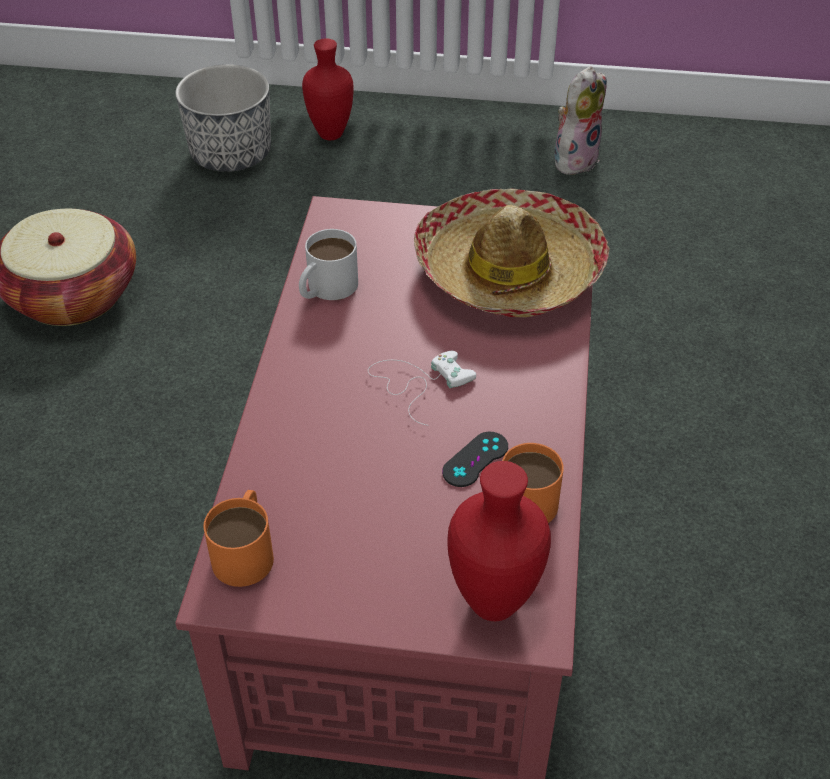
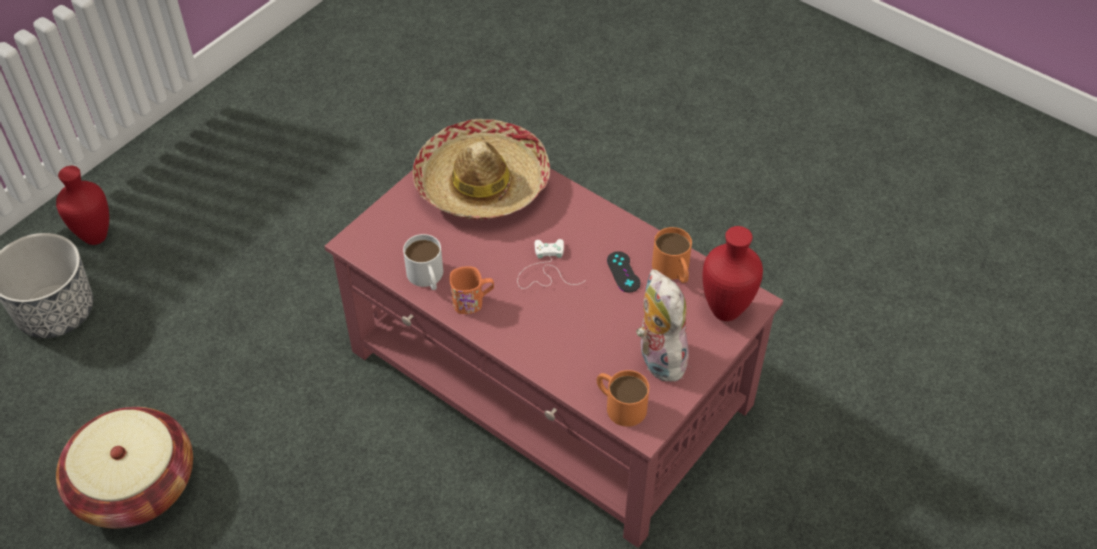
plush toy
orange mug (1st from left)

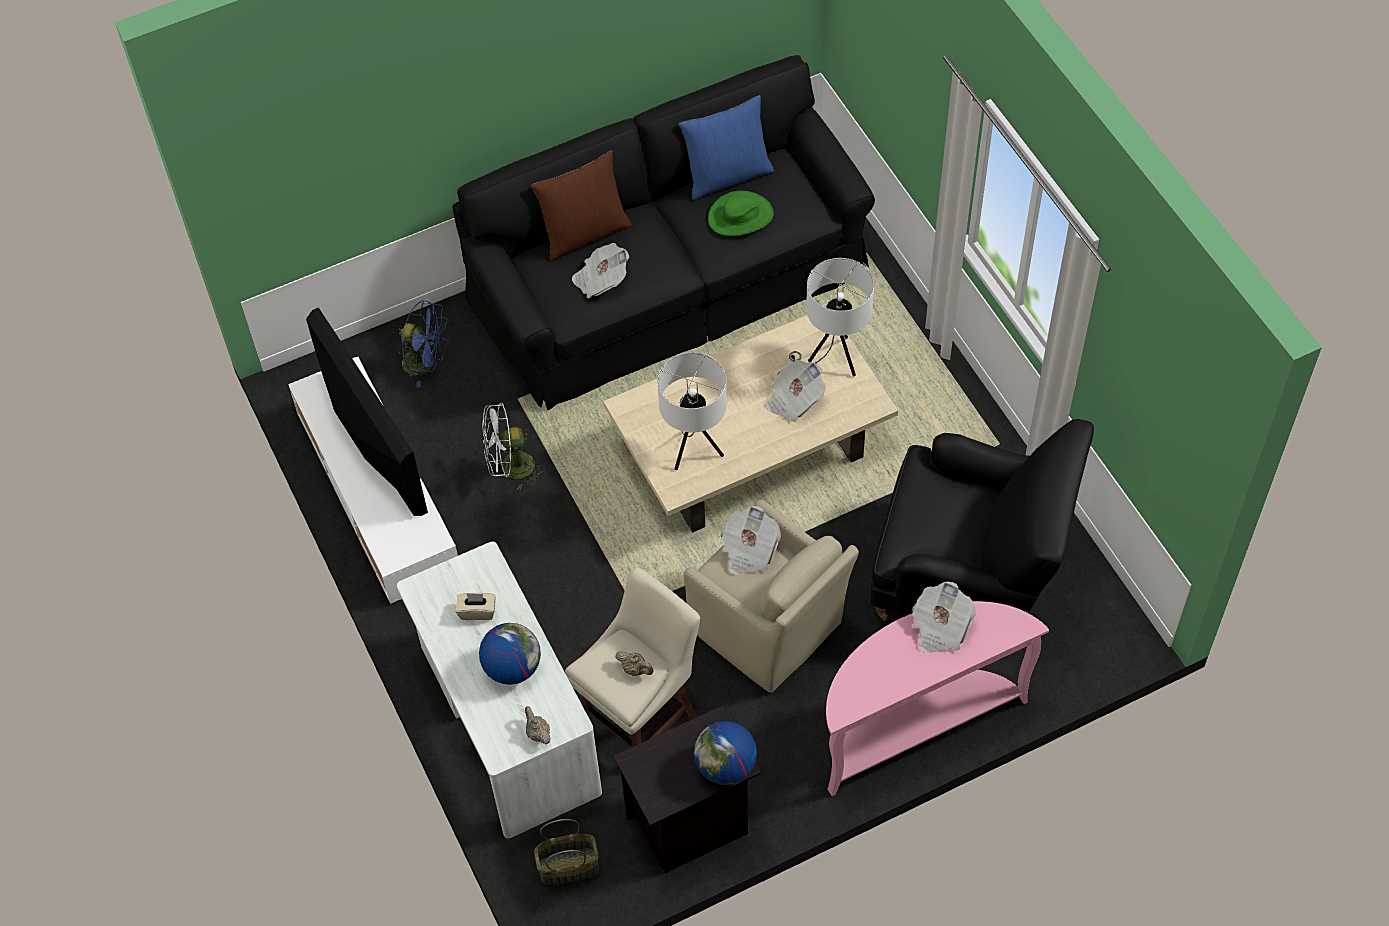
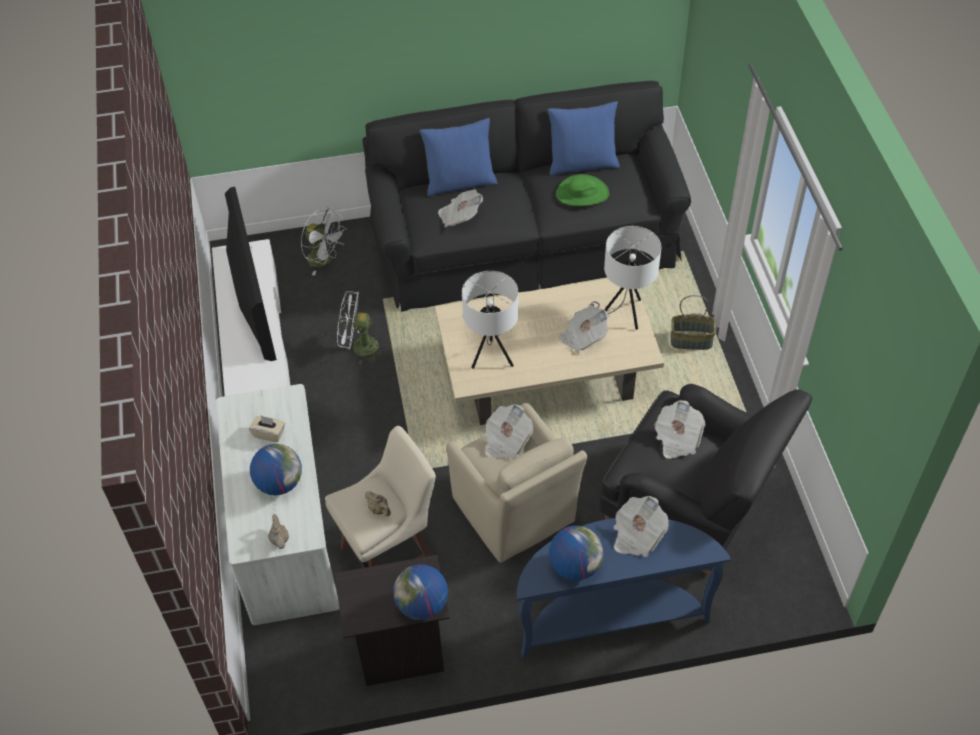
whitish electric fan (1st from left)
blue throw pillow (1st from left)
household basket
blue hall table
desk globe (3rd from left)
daily paper (5th from left)

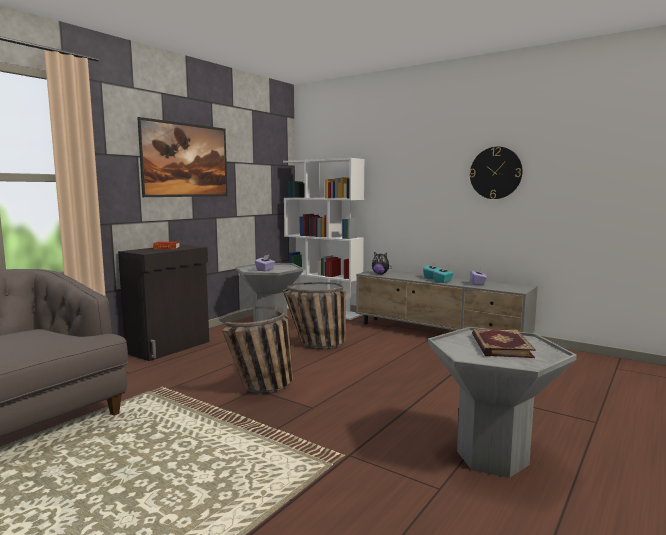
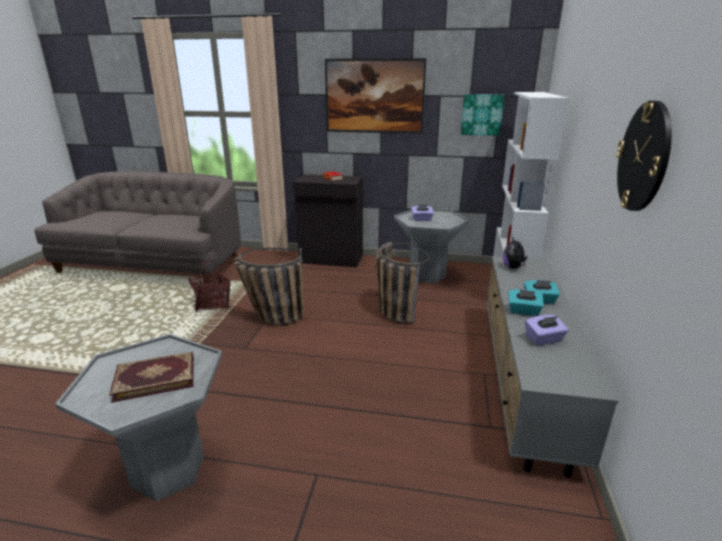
household basket (1st from left)
wall picture (2nd from left)

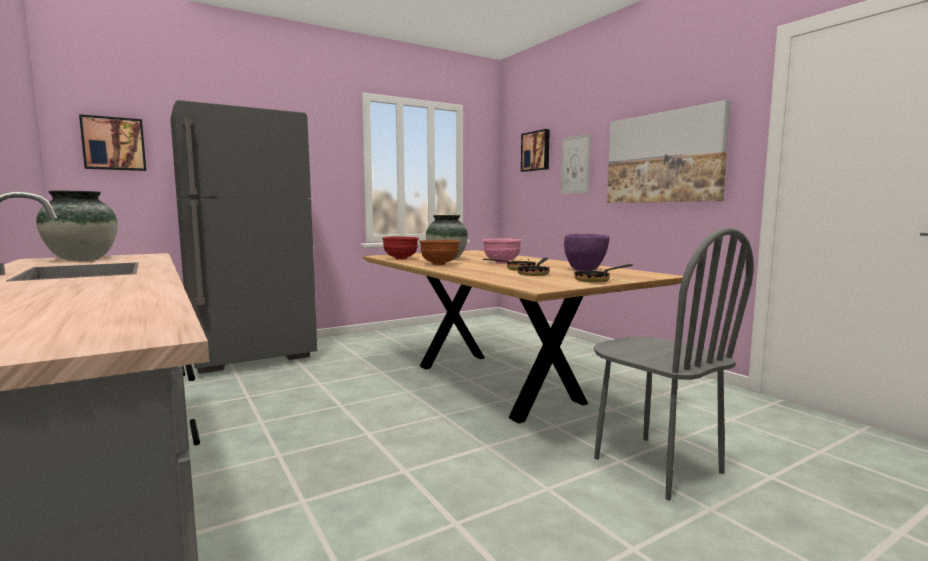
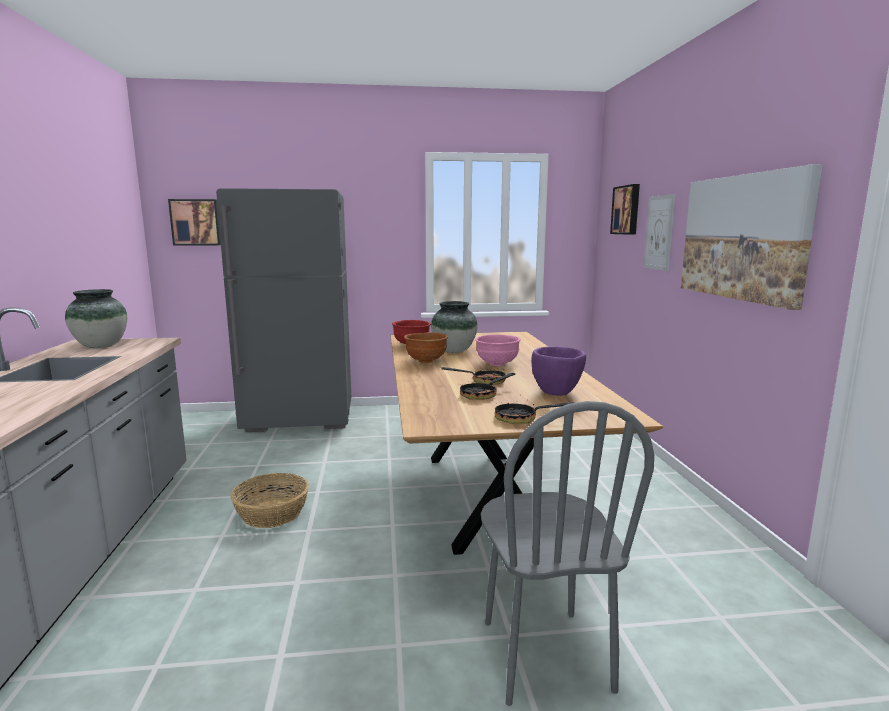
household basket

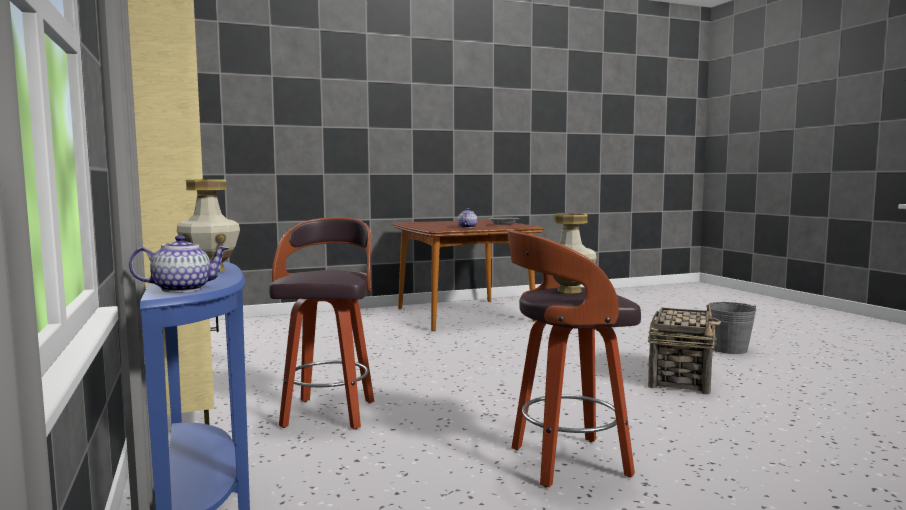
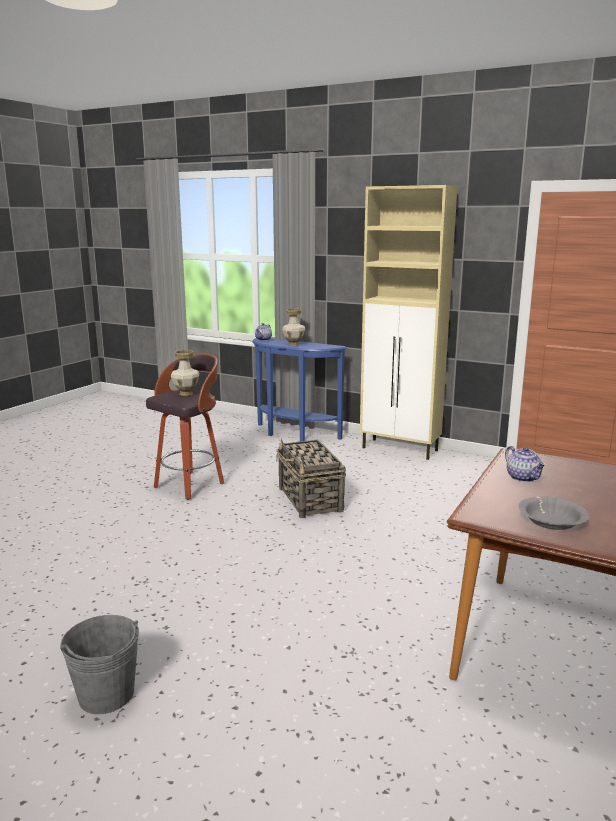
stool seat (1st from left in the first image)
household basket

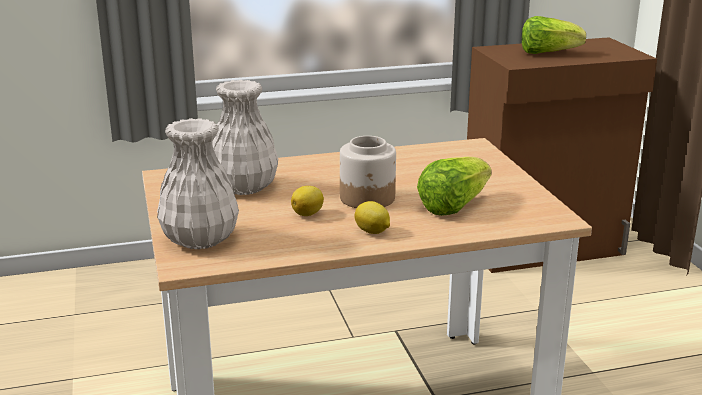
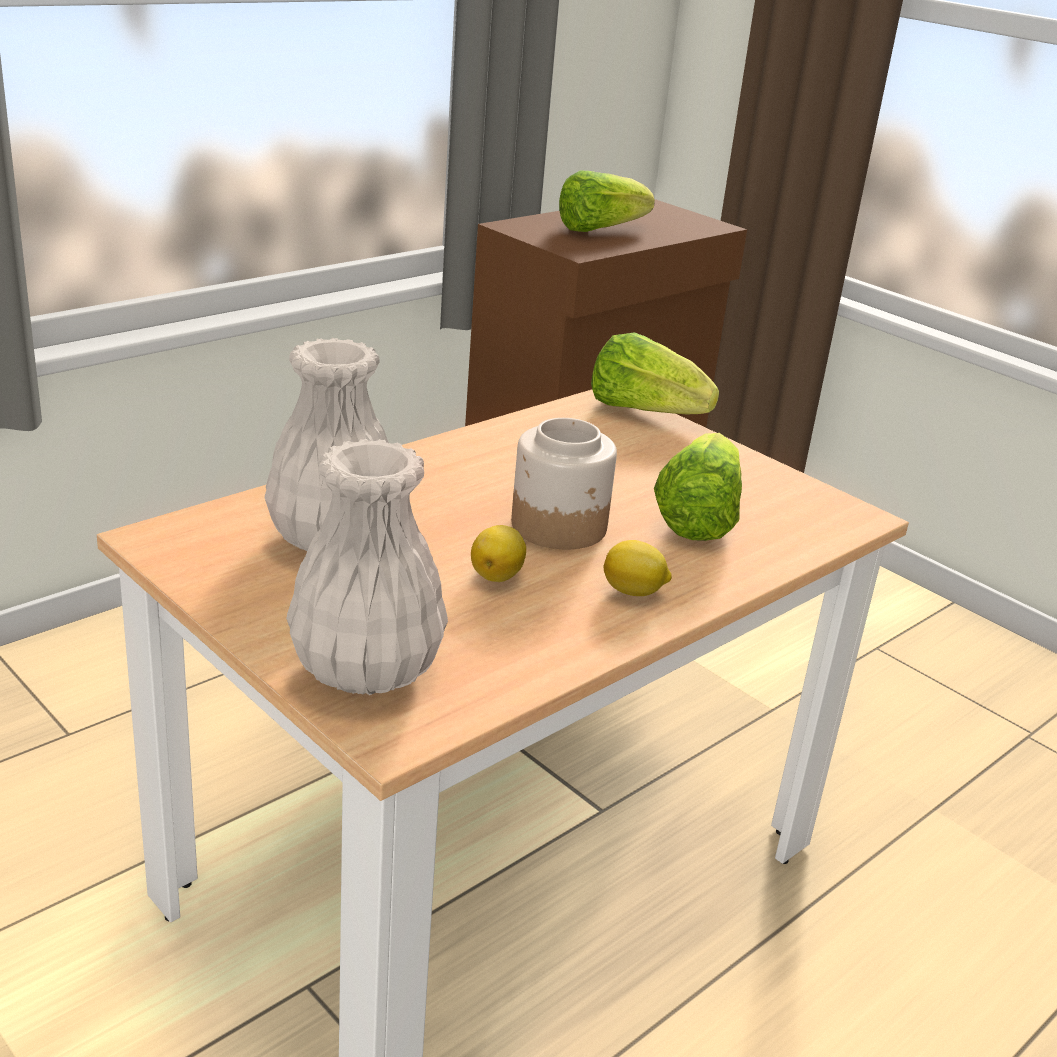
head of lettuce (2nd from left)

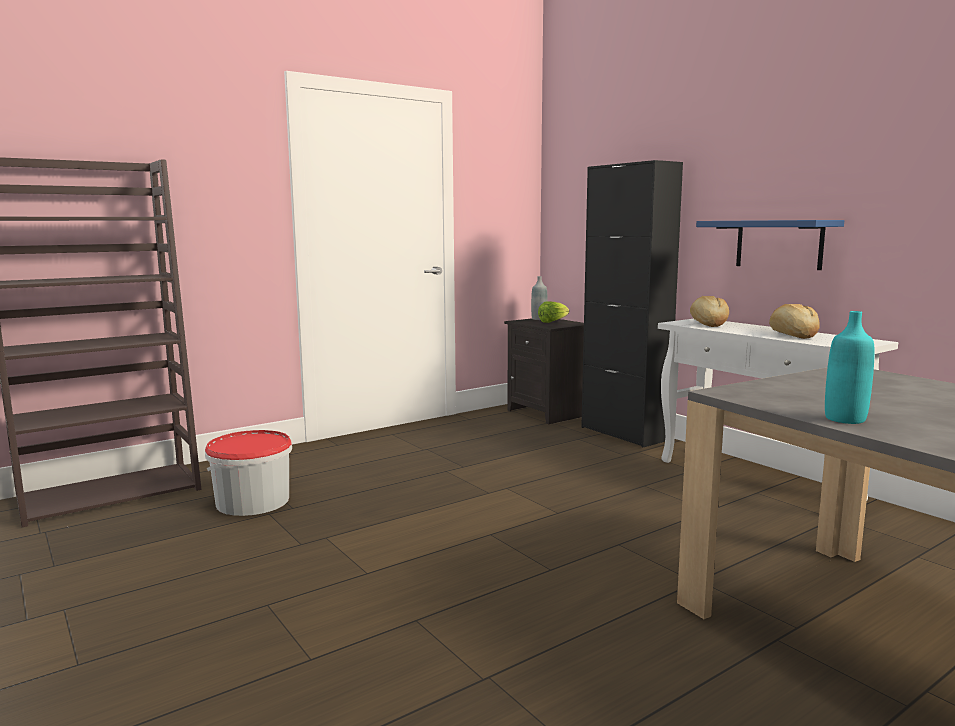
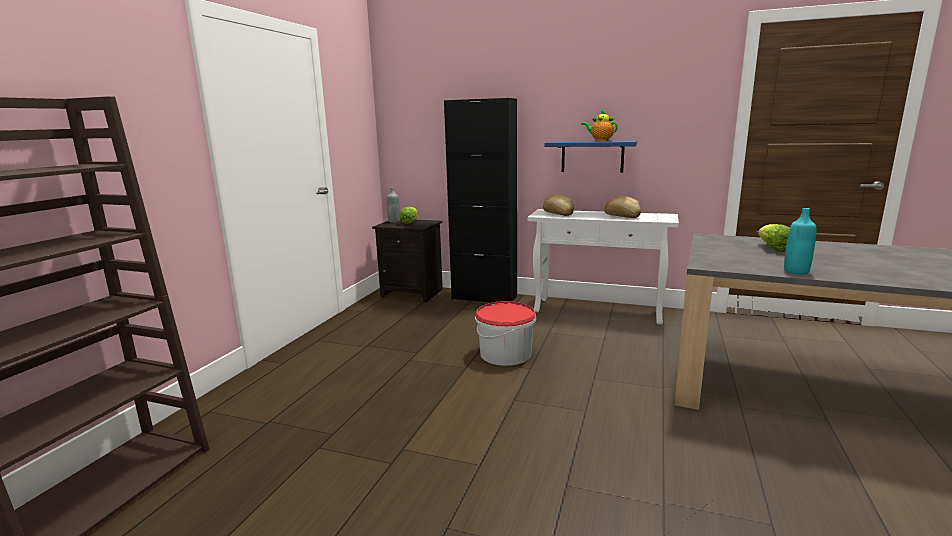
pail
tea pot
head of lettuce (2nd from left)

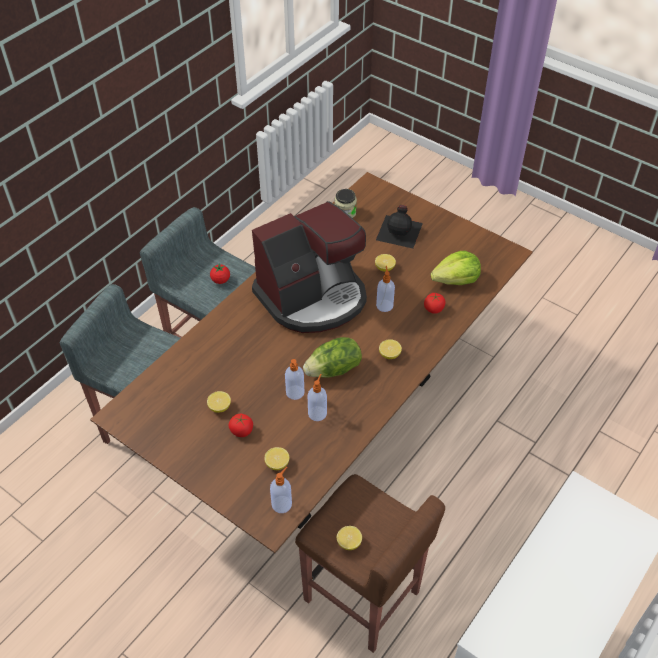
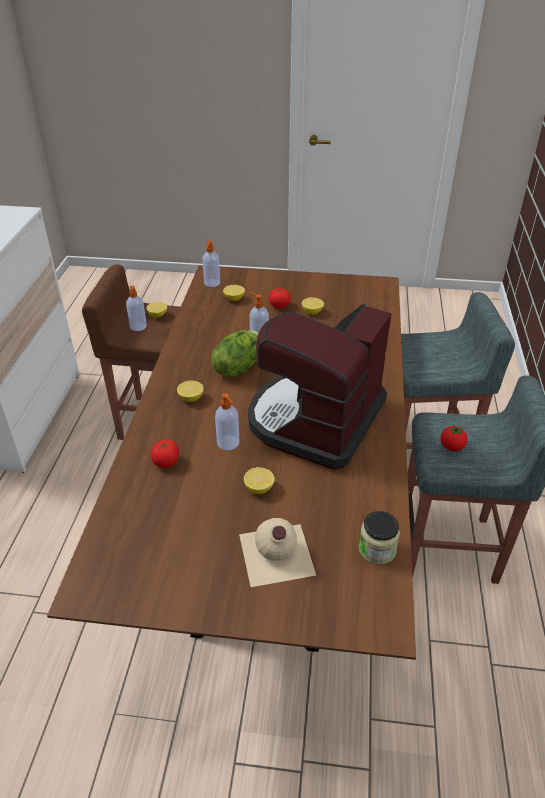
soap dispenser (1st from left)
beige-coloured bottle
head of lettuce (2nd from left in the first image)

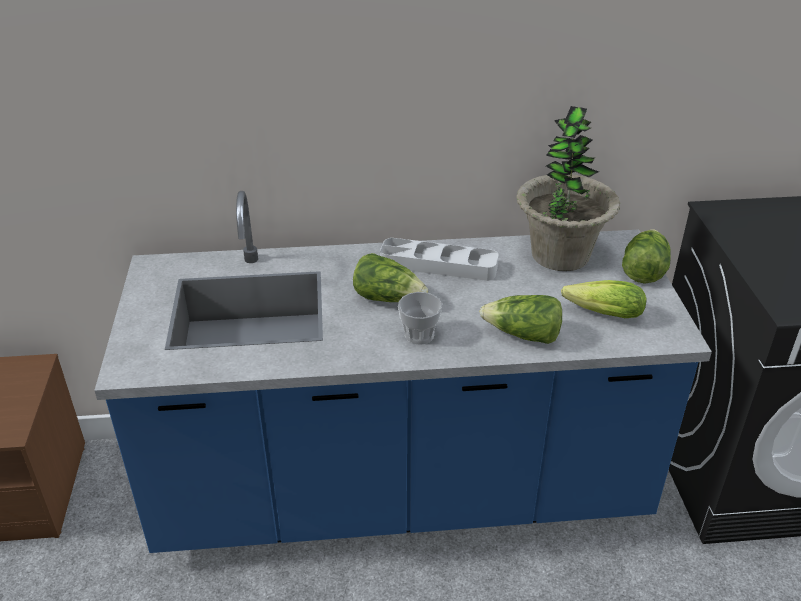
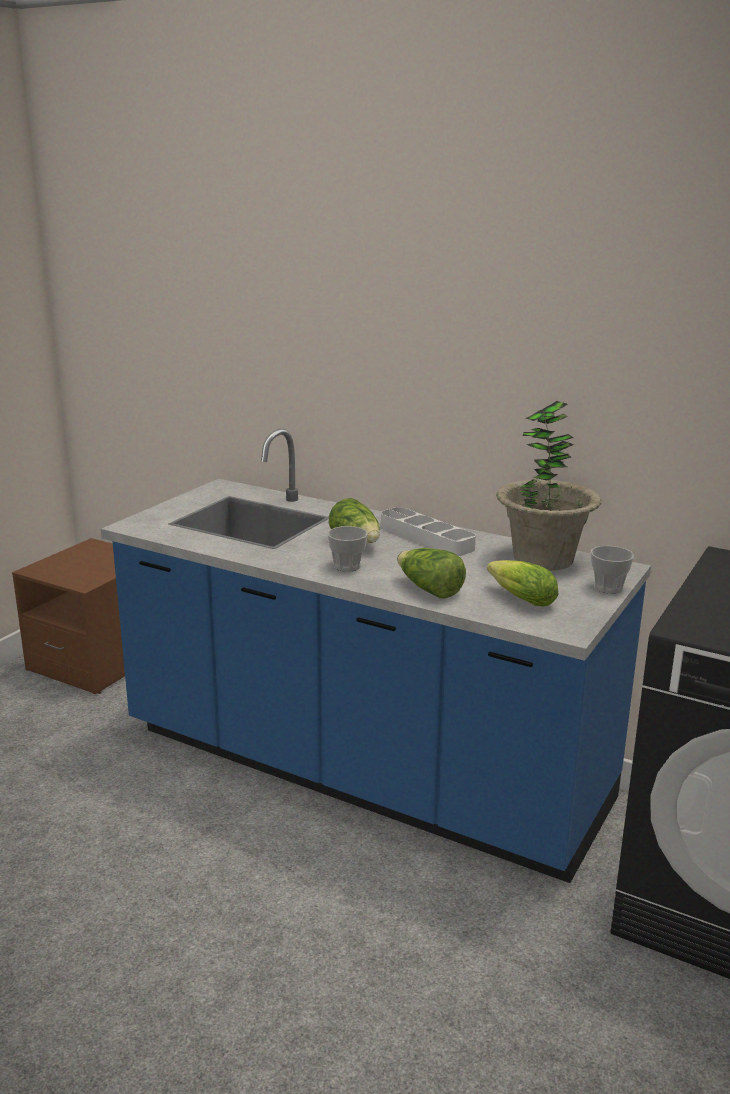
cup (2nd from left)

